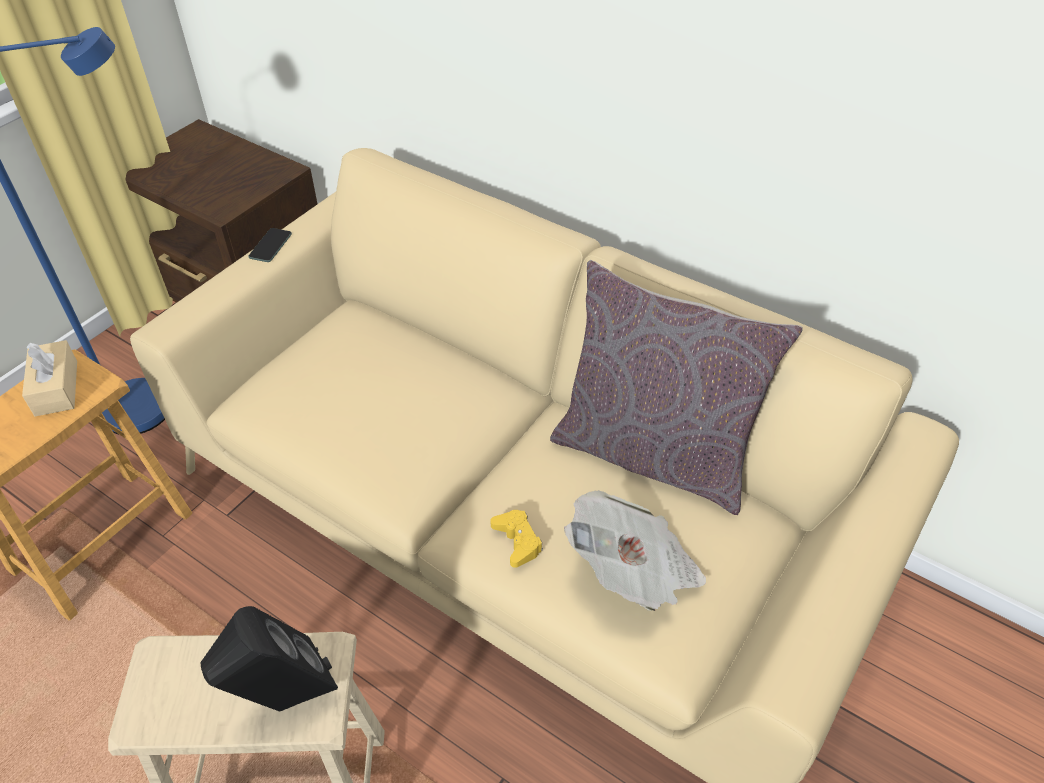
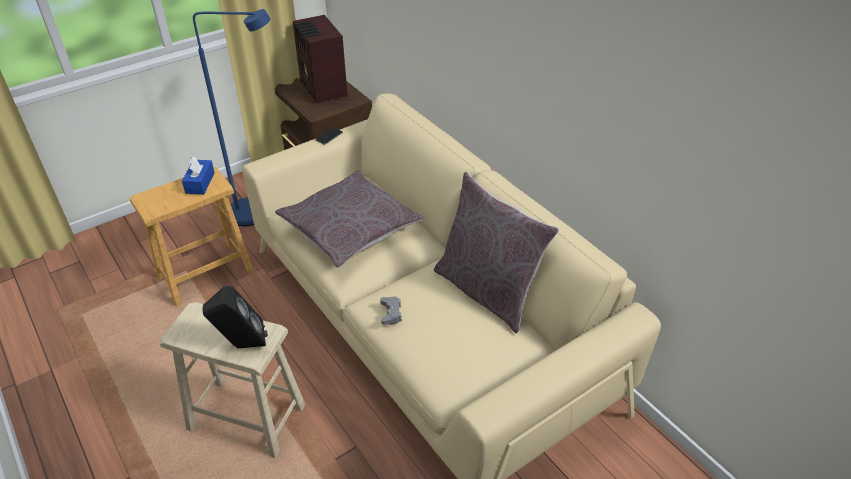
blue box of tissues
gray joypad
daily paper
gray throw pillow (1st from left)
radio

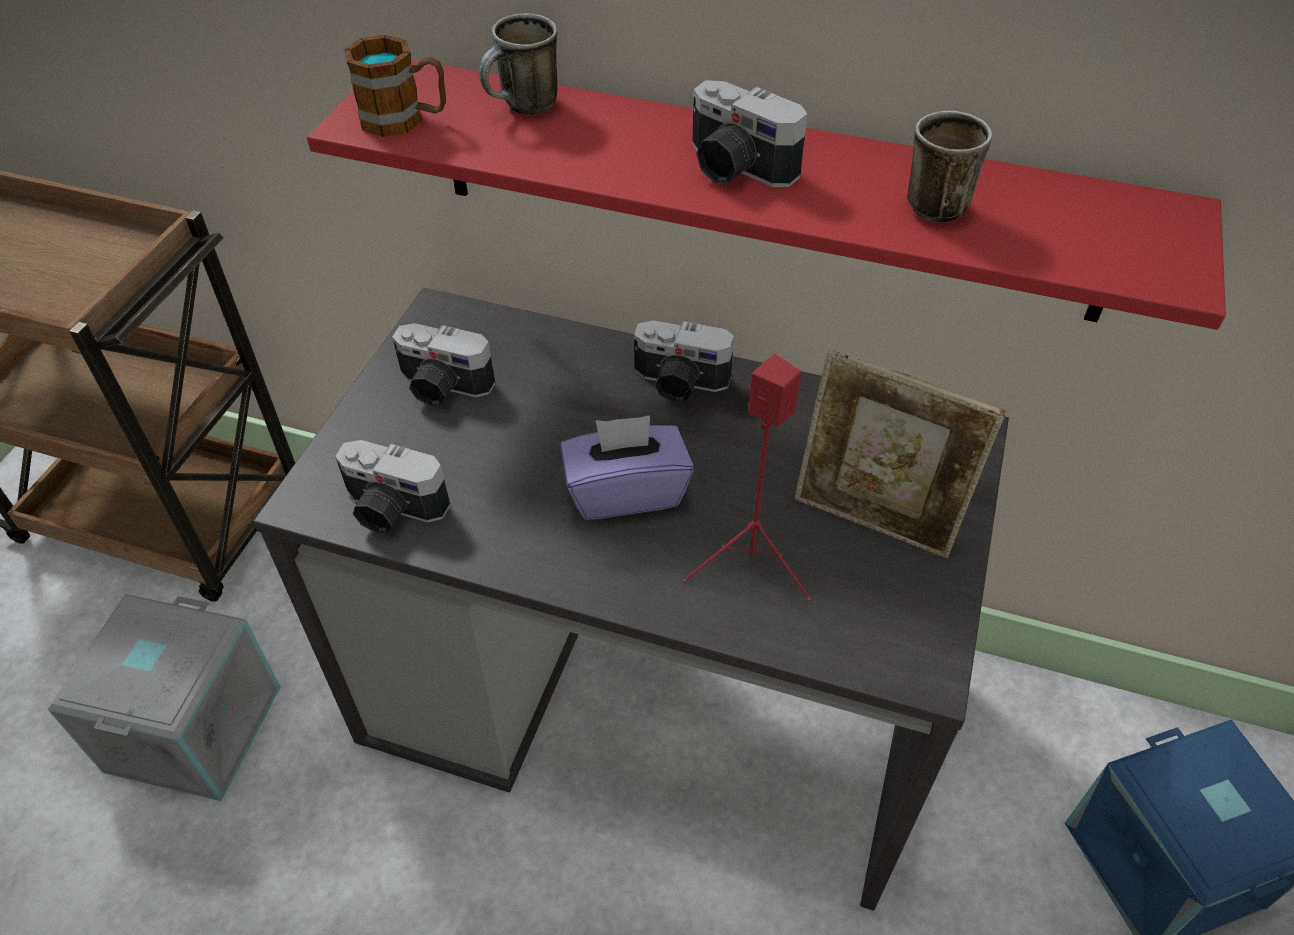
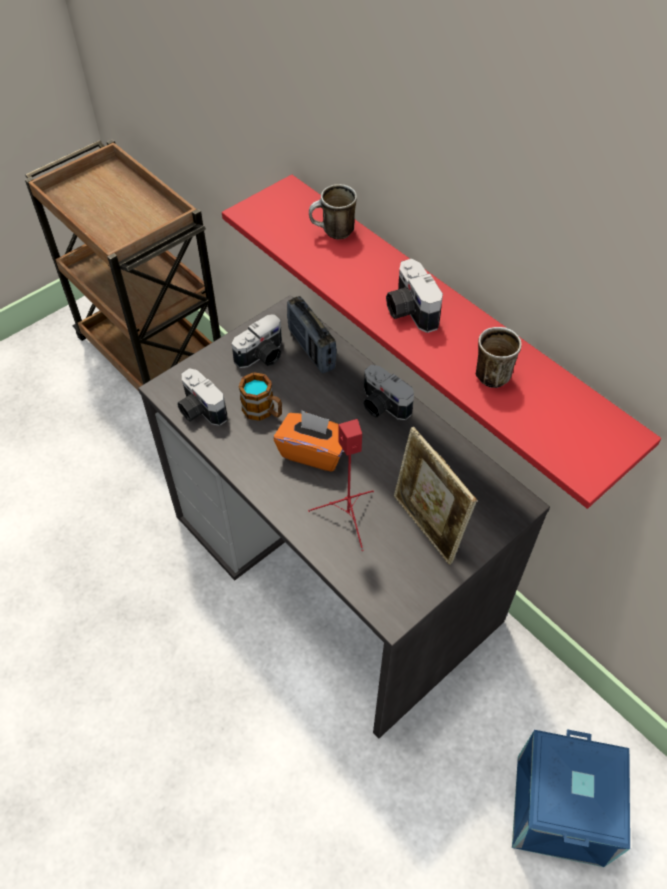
gray storage container
mug (1st from left)
still camera (2nd from left)
orange box of tissues
radio

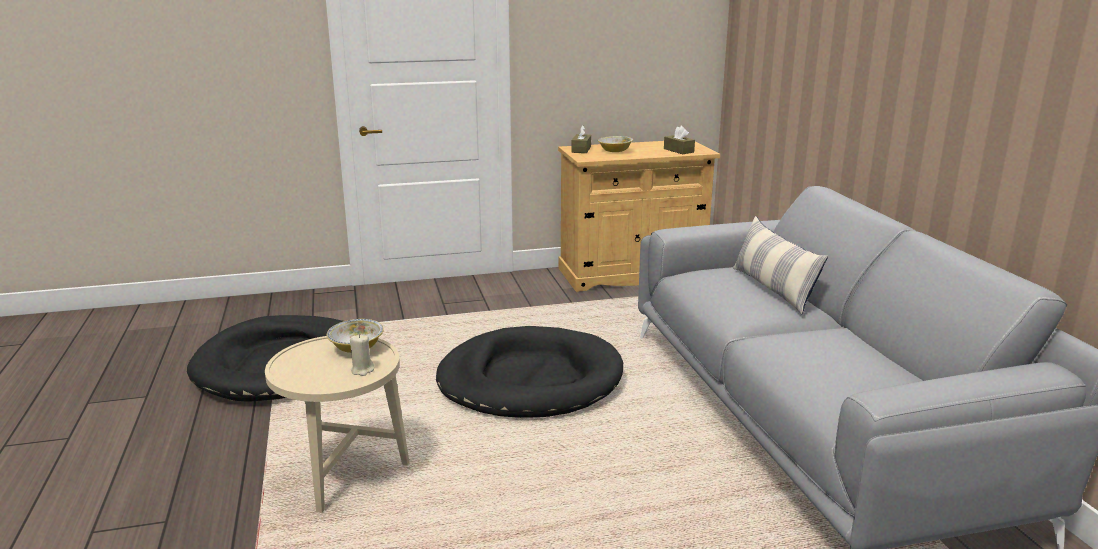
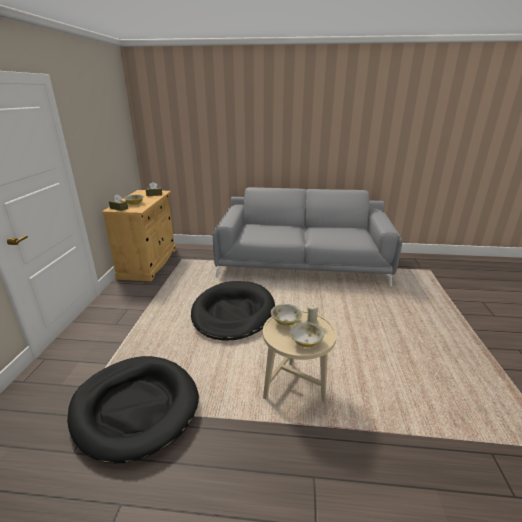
throw pillow
deep dish (3rd from left)

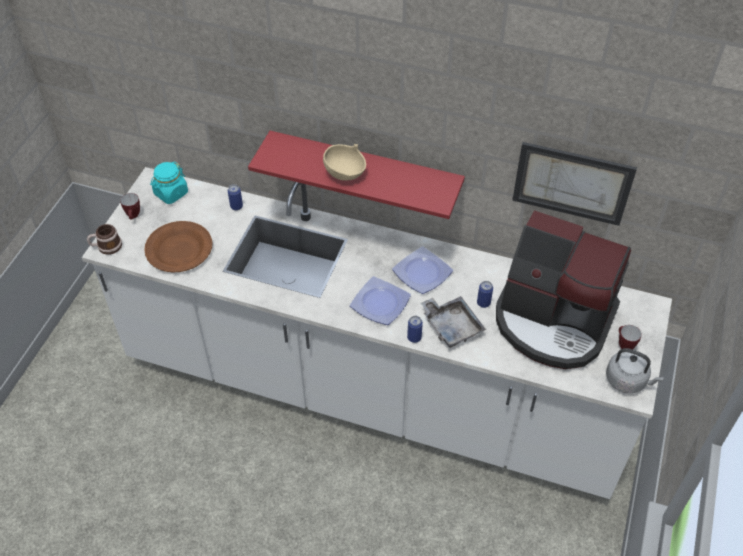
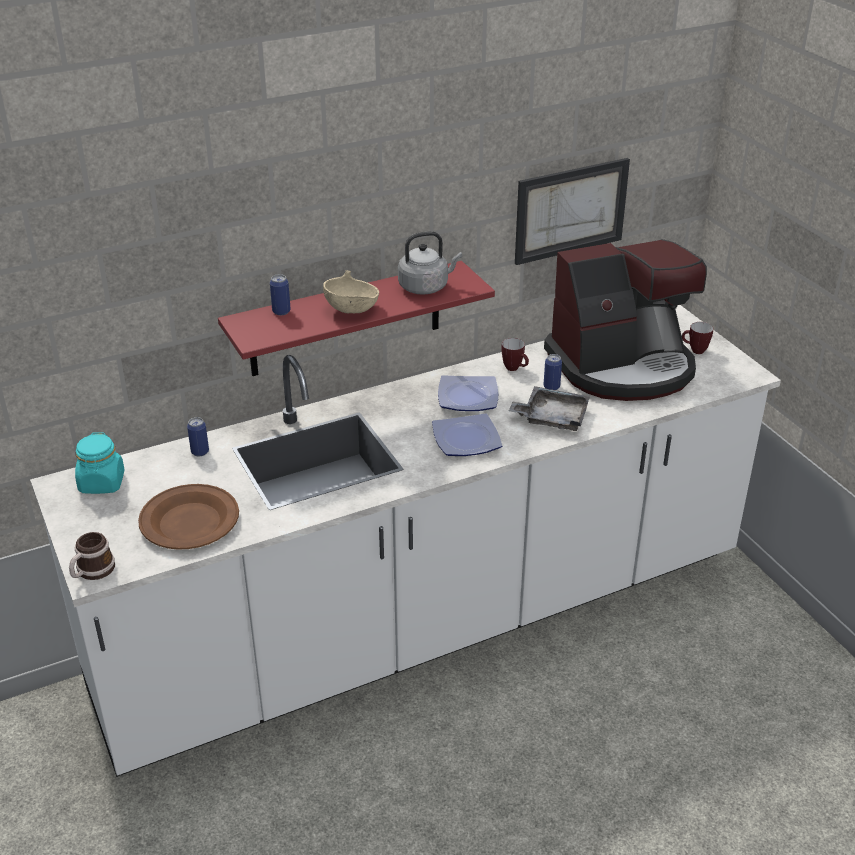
mug (2nd from left)
metal can (2nd from left)
gray water kettle

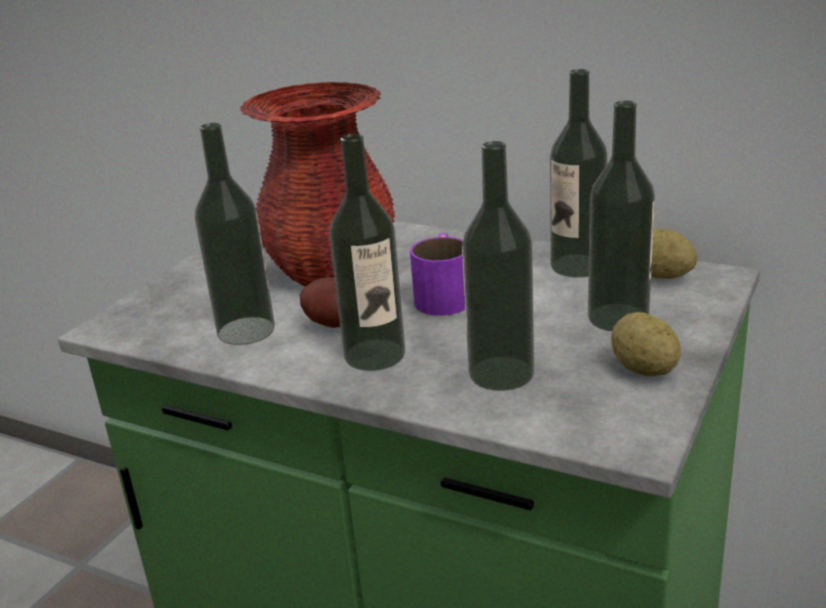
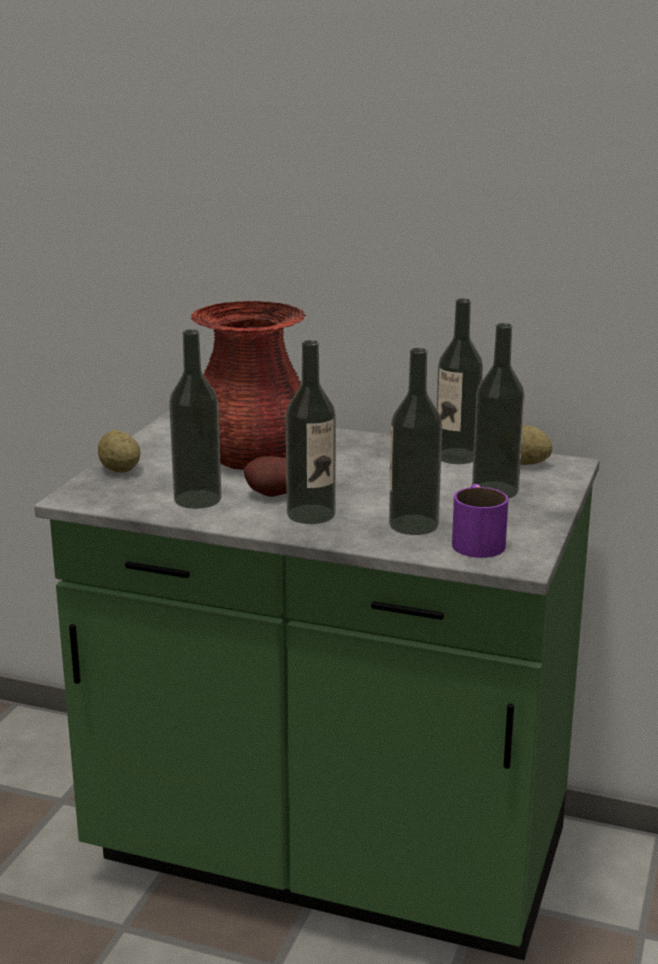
purple-coloured mug
whole potato (1st from left)

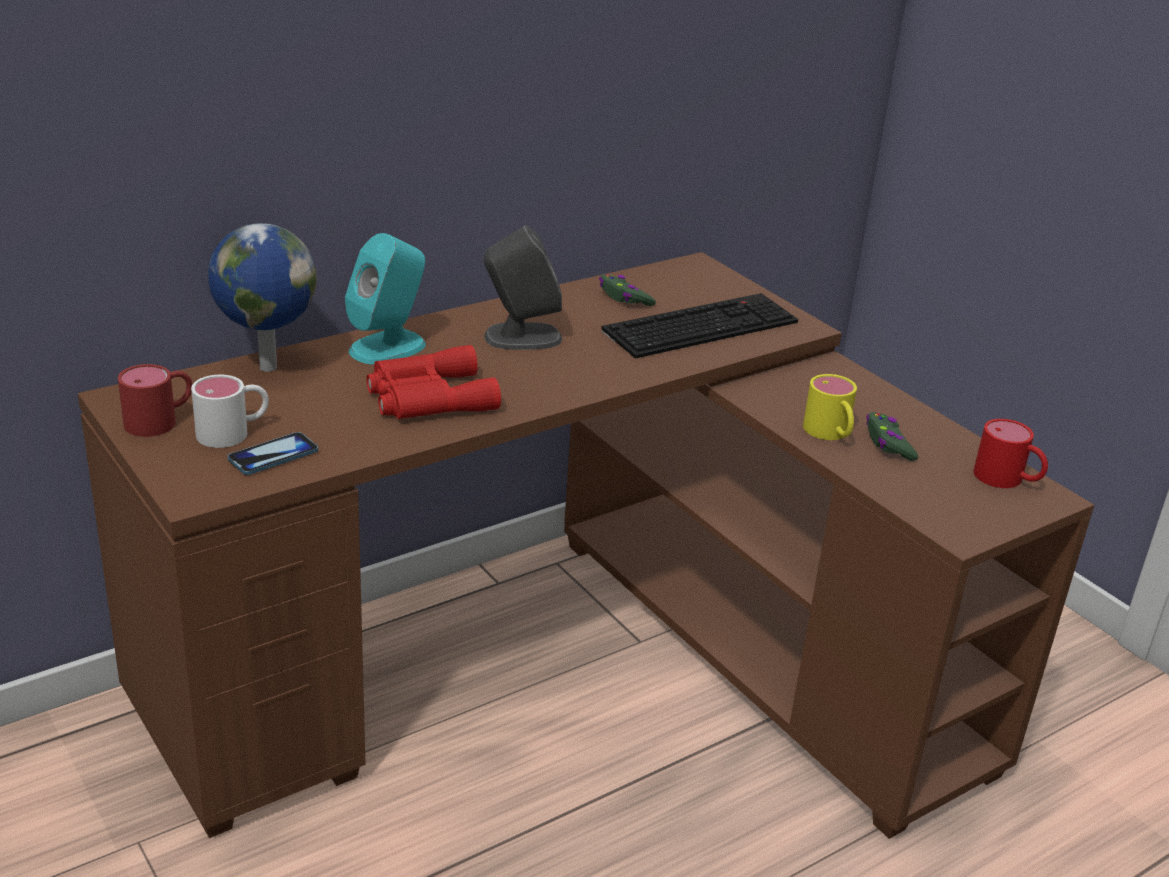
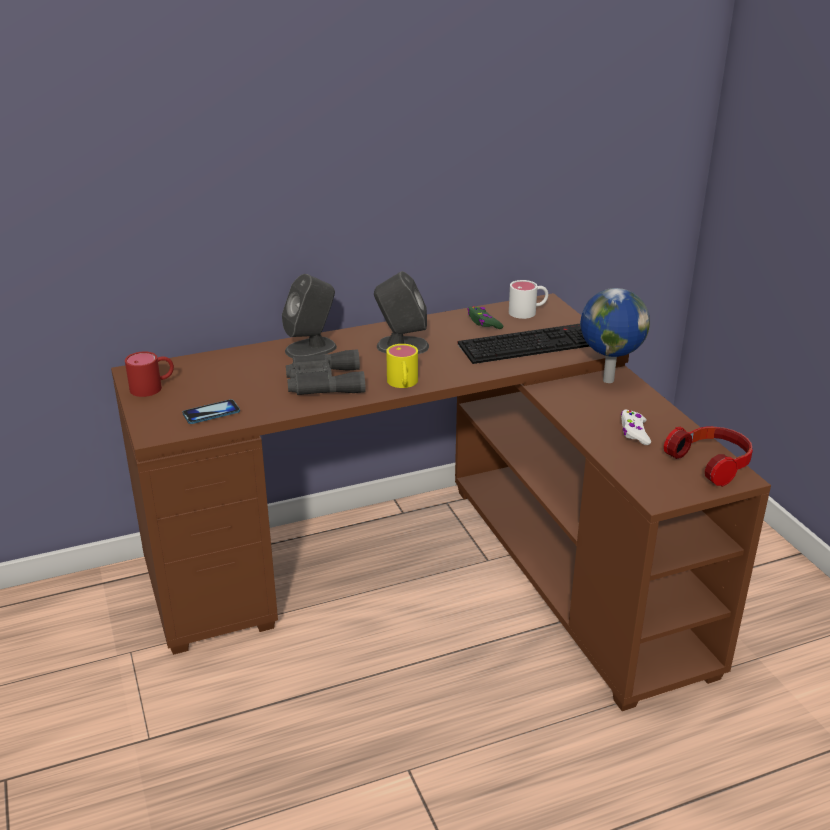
whitish mug
desk globe
gray loudspeaker (1st from left)
gray field glasses
yellowish mug
whitish joypad
headset

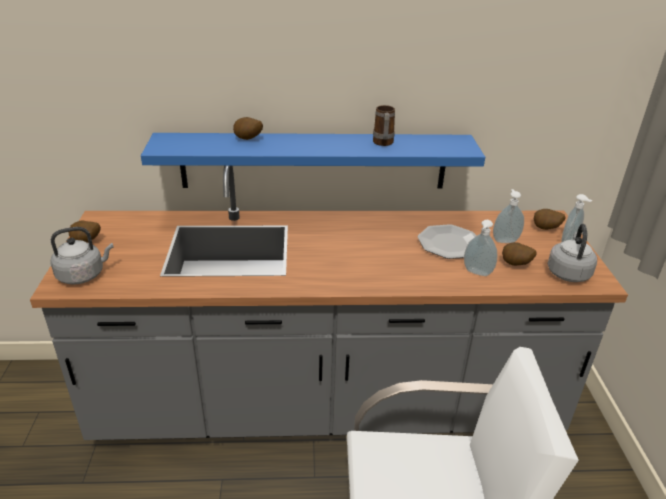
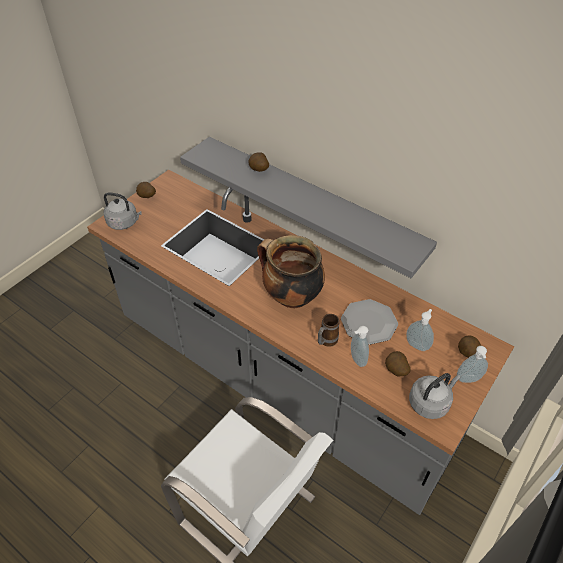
gray wall shelf
mug
saucepot

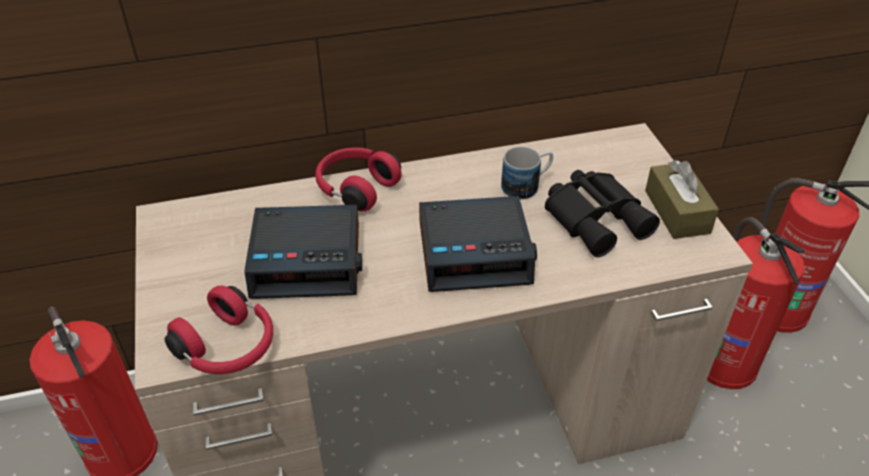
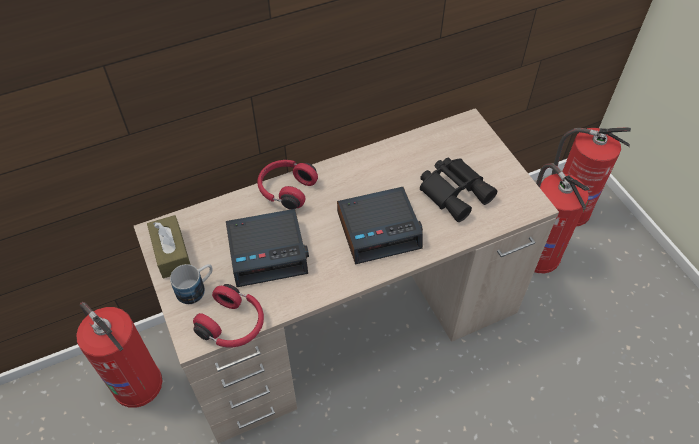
mug
brown box of tissues

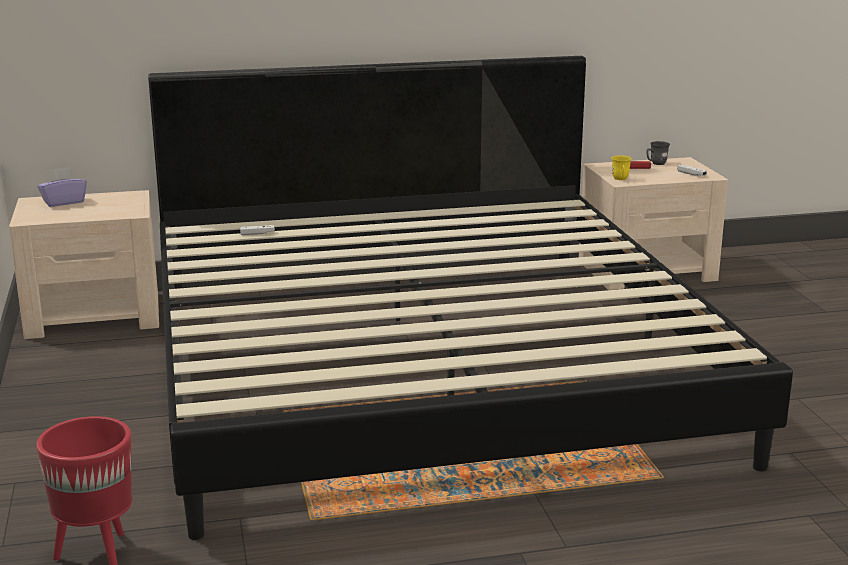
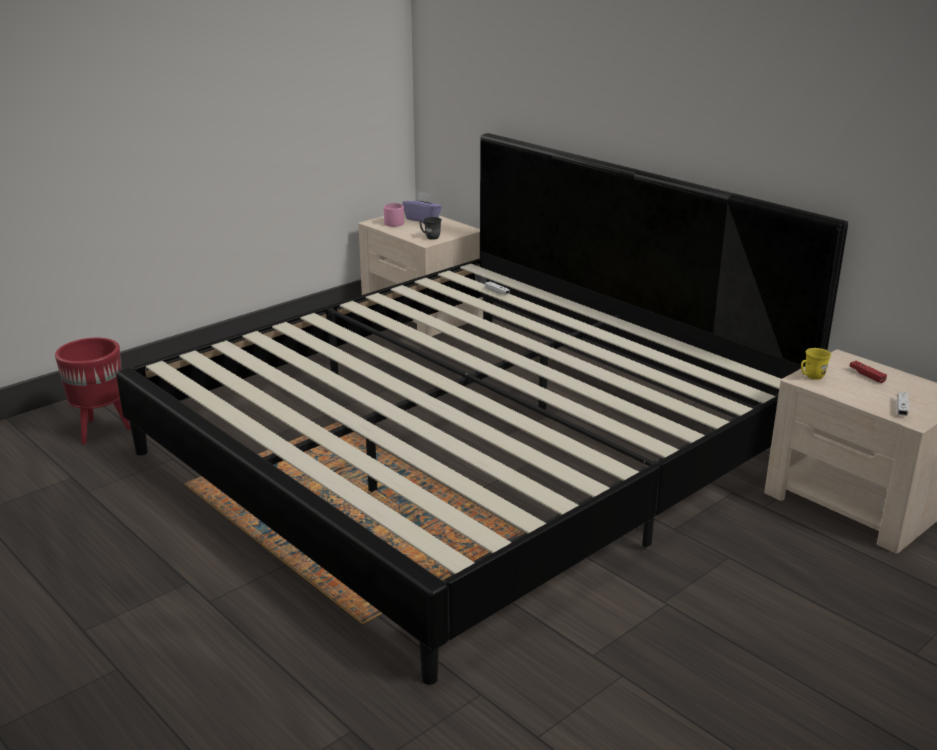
gray mug
pinkish mug

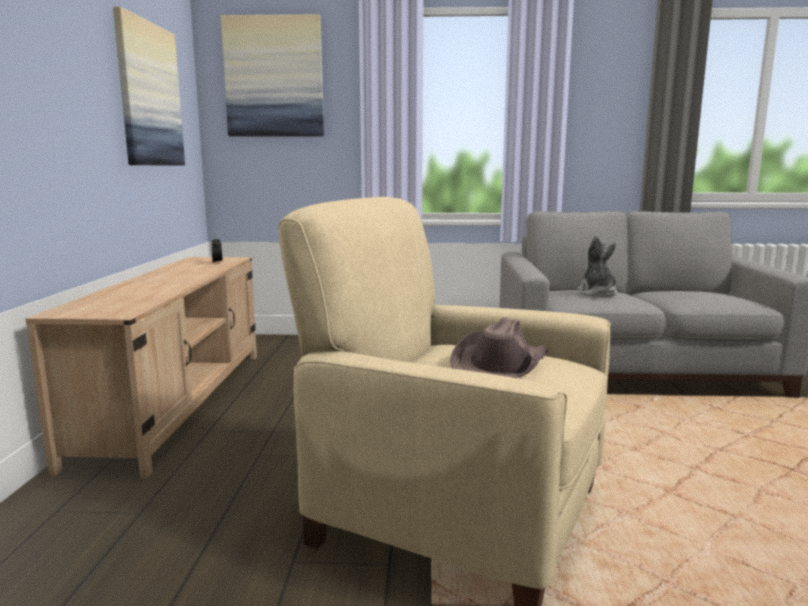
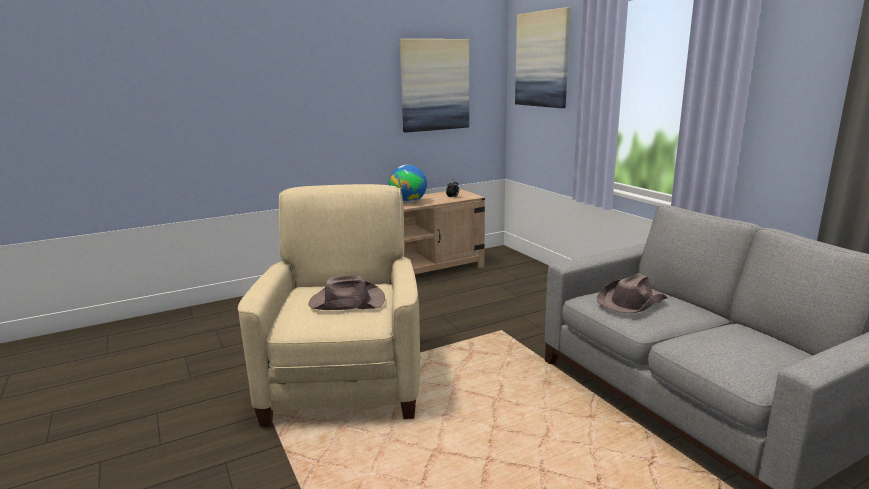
brown hat (2nd from left)
desk globe

